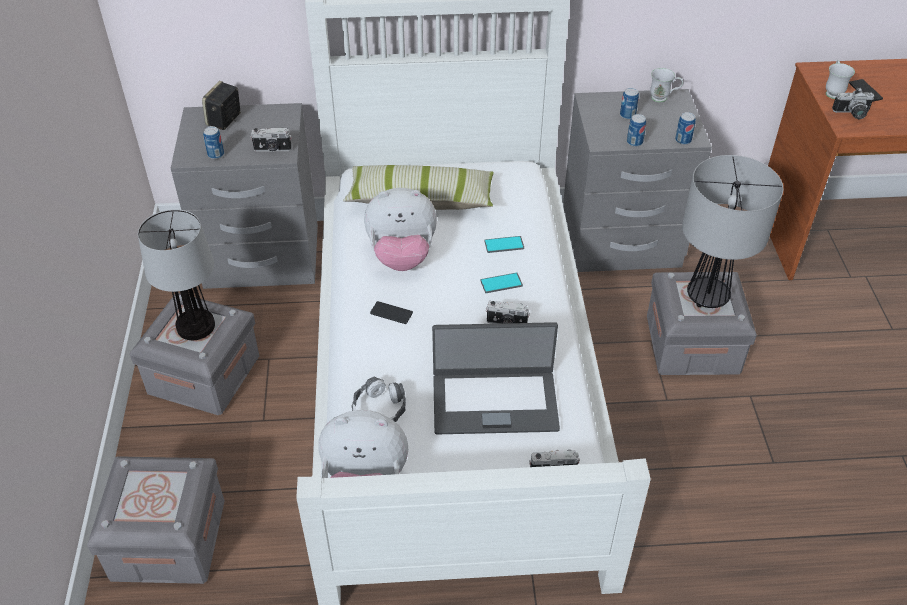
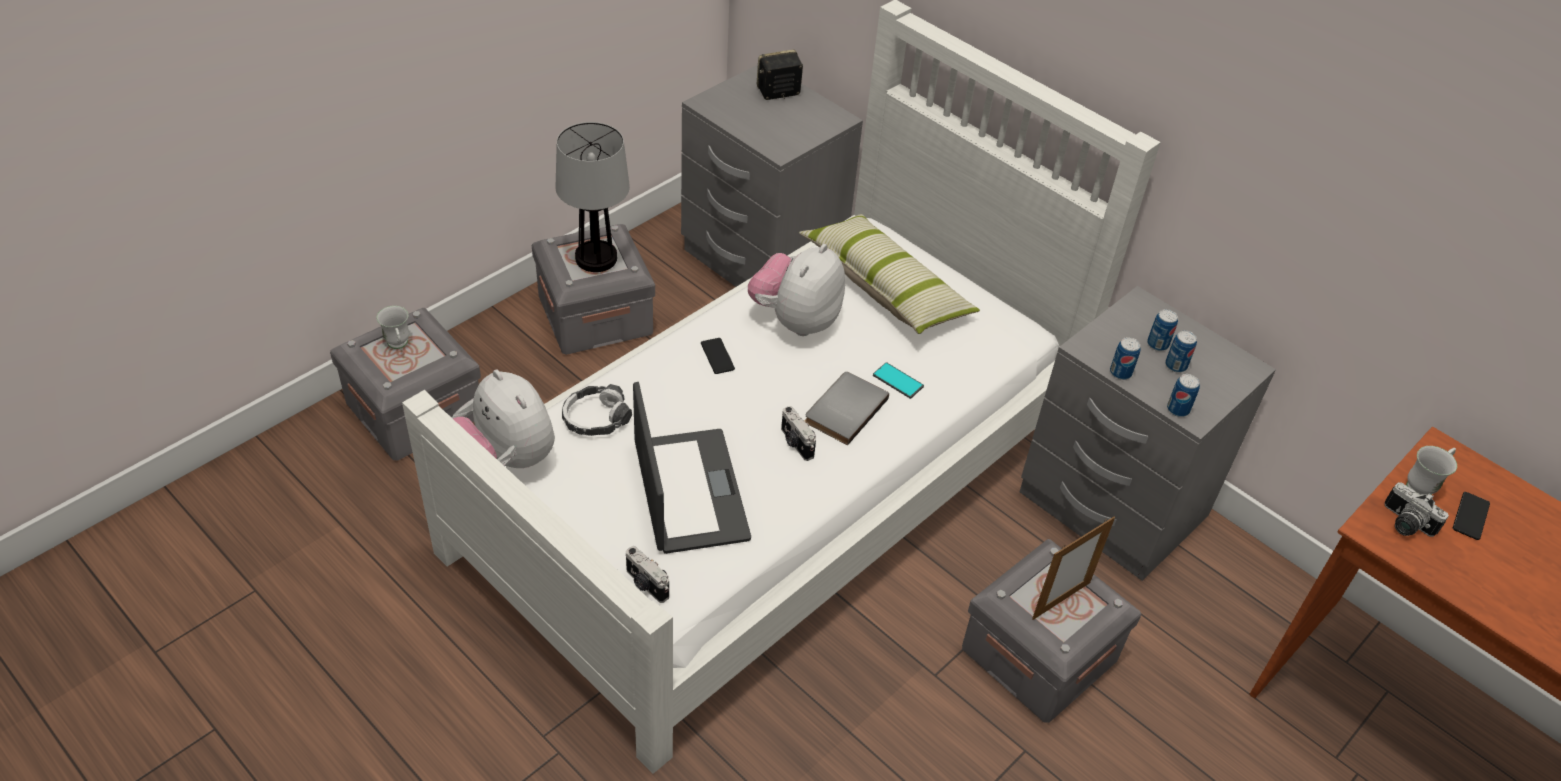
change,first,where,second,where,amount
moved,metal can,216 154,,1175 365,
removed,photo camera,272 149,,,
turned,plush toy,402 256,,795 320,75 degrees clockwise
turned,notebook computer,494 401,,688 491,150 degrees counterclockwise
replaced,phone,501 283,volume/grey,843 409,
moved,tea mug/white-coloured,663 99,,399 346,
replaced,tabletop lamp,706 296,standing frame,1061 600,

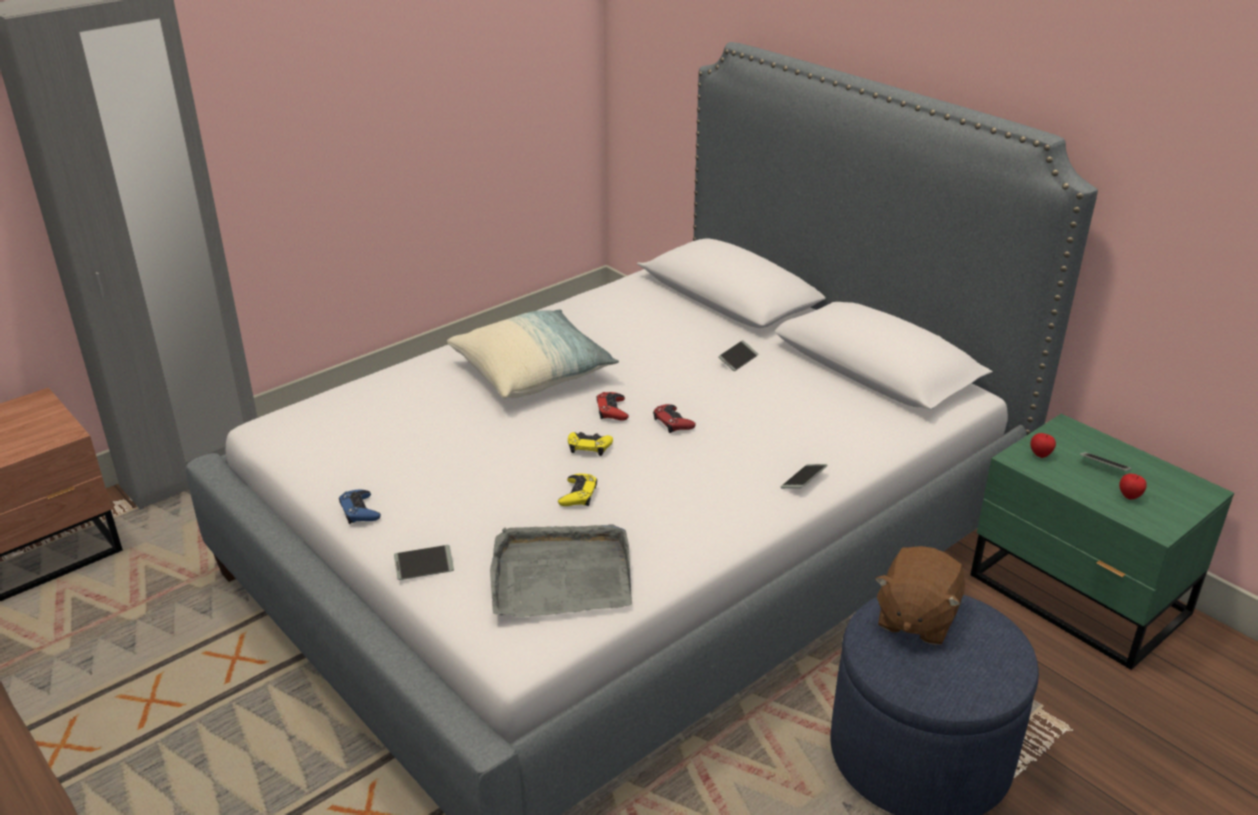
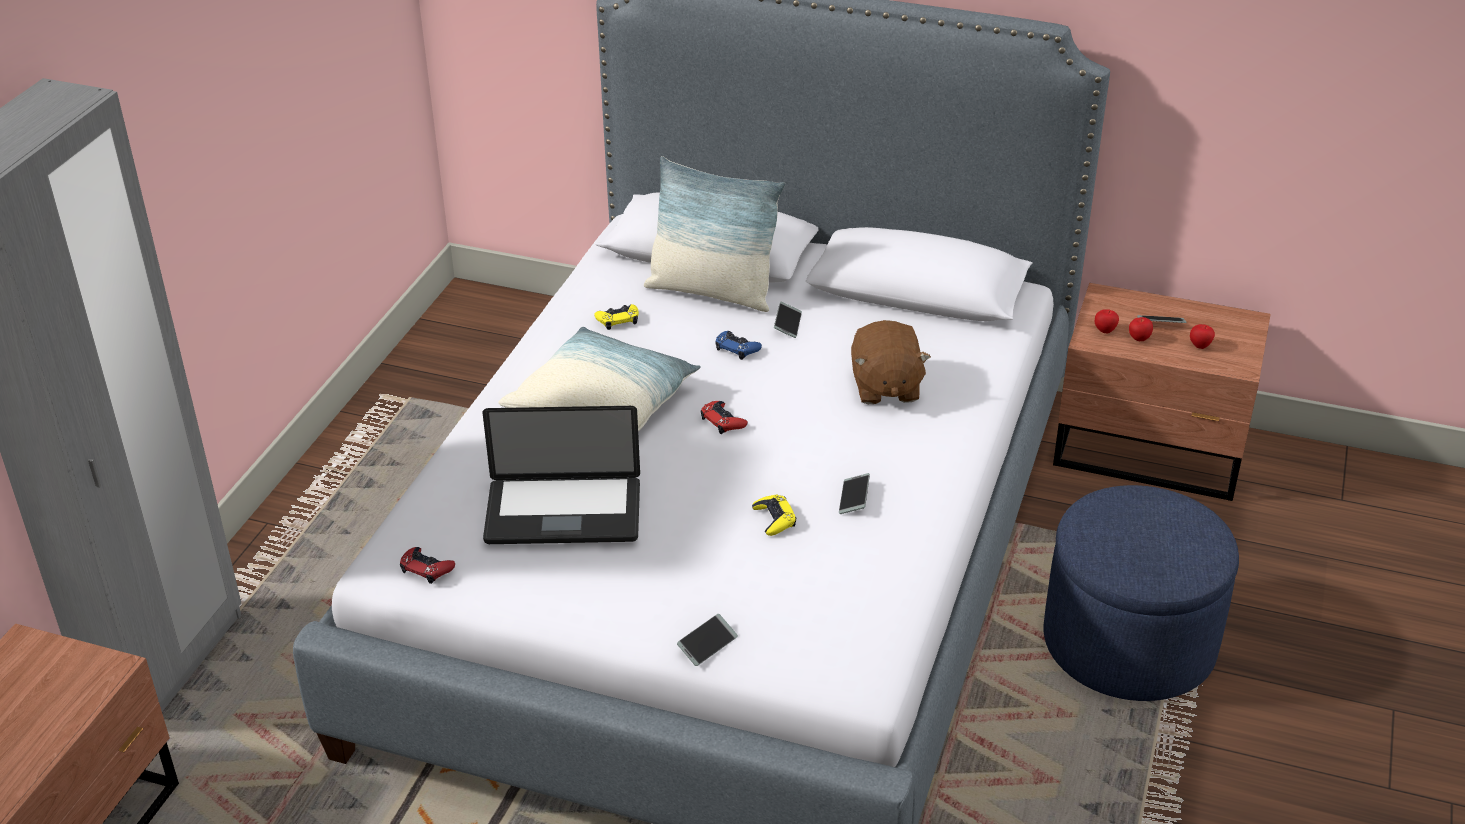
change,first,where,second,where,amount
moved,game controller/blue,359 511,,737 348,
removed,tray/grey,560 575,,,
moved,game controller/yellow-coloured,589 446,,618 320,
moved,game controller/red,673 422,,426 568,
moved,phone,803 481,,854 498,
moved,plush toy/brownish,915 618,,885 387,
recoloured,night table/green-coloured,1079 598,night table/brownish,1152 452,
added,,,notebook computer,563 513,
added,,,cushion,712 292,
added,,,apple fruit,1139 339,

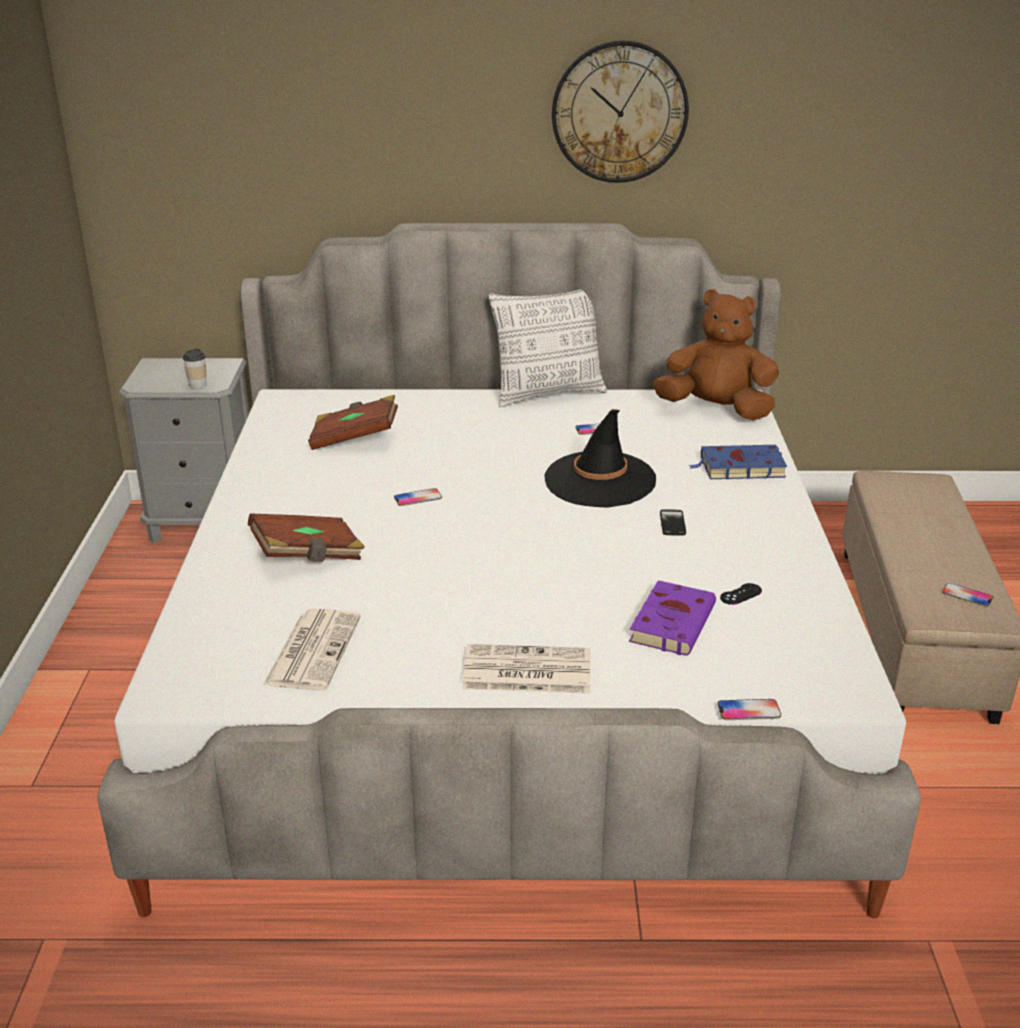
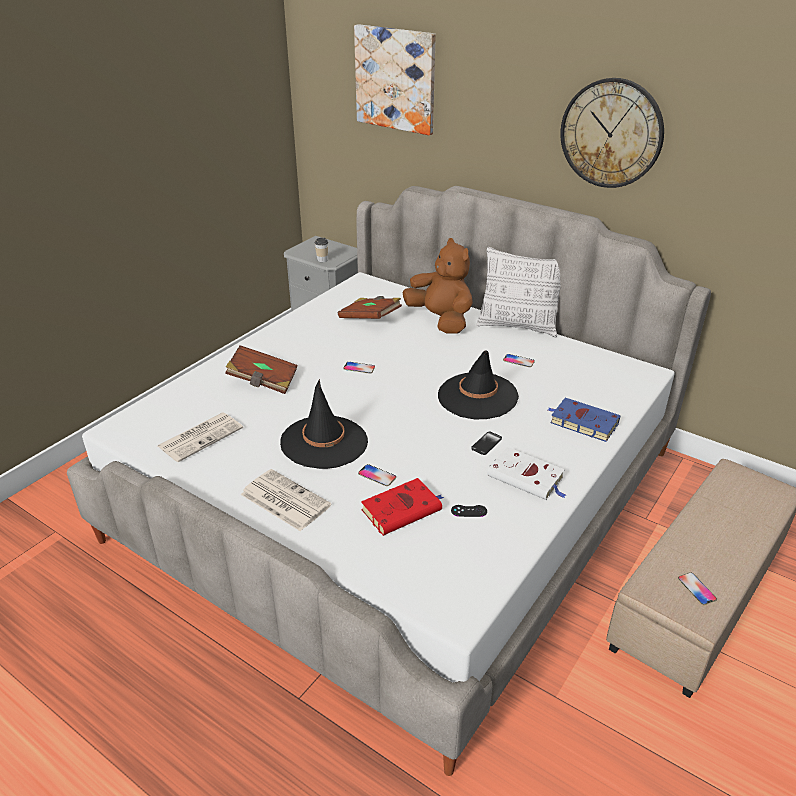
change,first,where,second,where,amount
recoloured,volume/purple-coloured,672 622,volume/red,403 509,
moved,plush toy/brownish,716 410,,441 320,
moved,phone,748 711,,377 476,
added,,,wearable hat/black-coloured,324 442,
added,,,wall art,396 79,
added,,,volume/white-coloured,527 478,

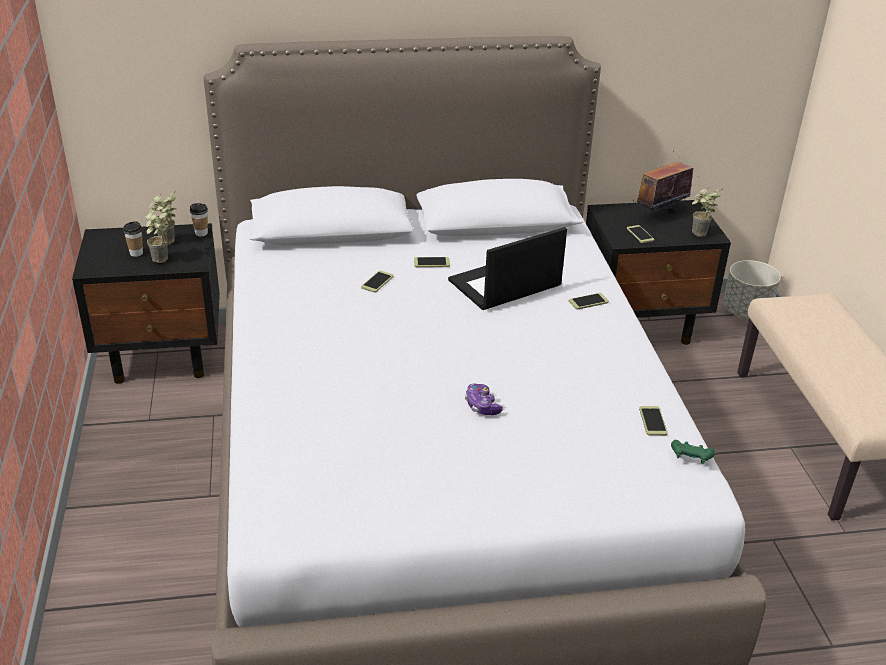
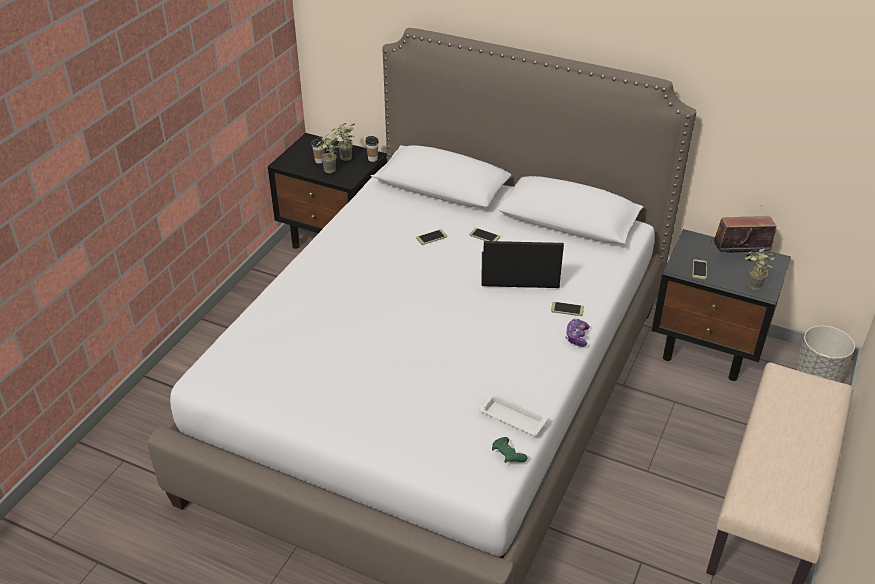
change,first,where,second,where,amount
moved,game controller,481 406,,576 337,
replaced,phone,653 421,tray/white-coloured,511 417,

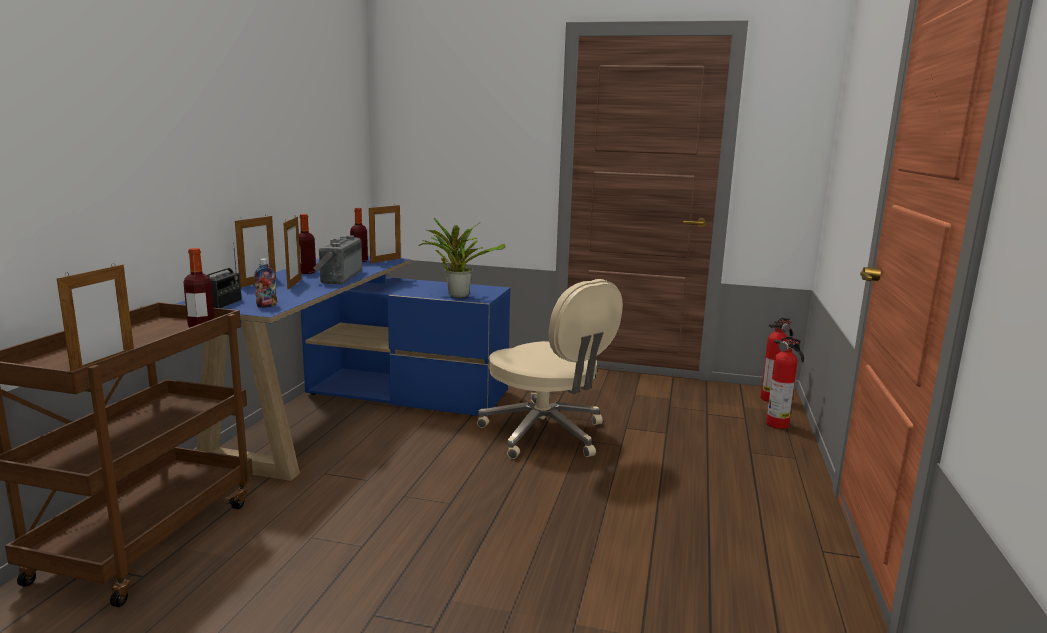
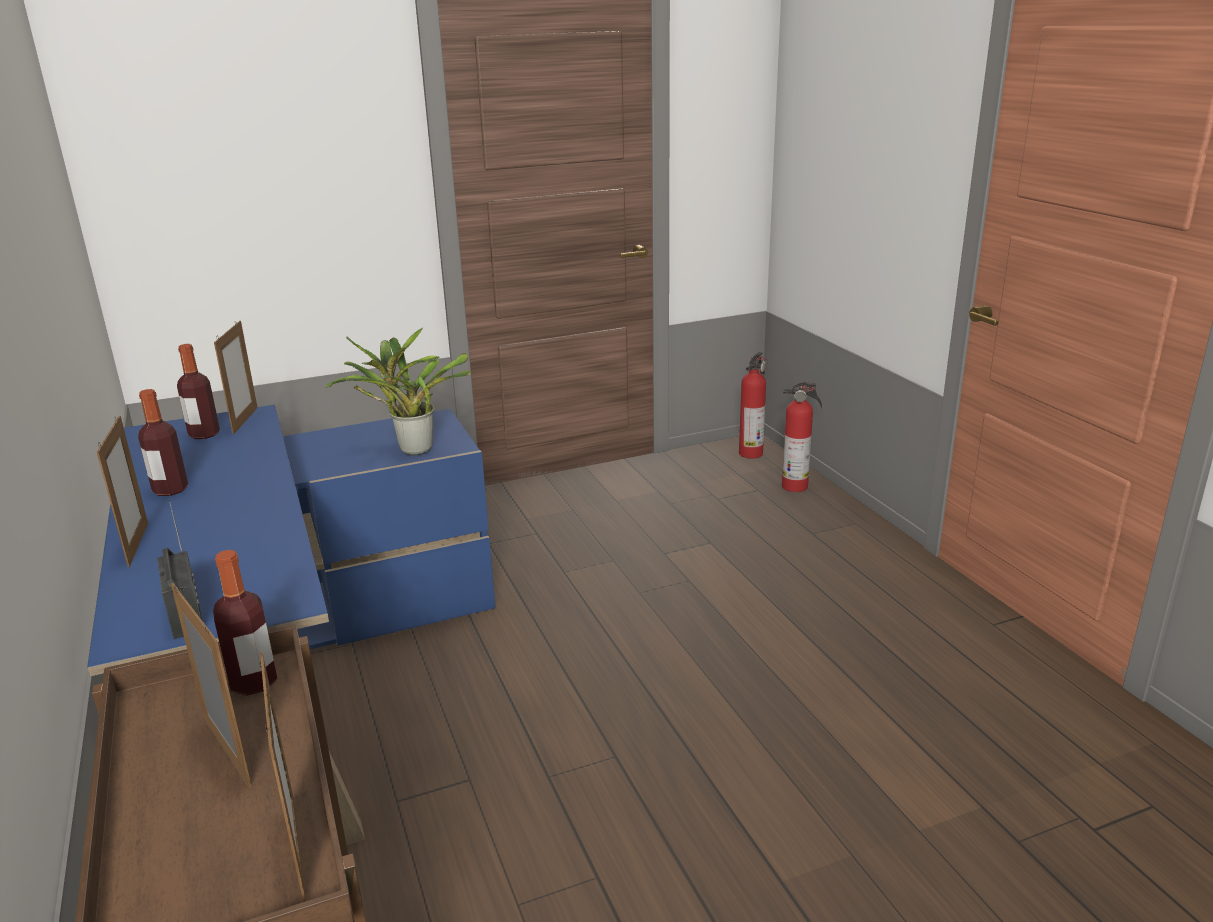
change,first,where,second,where,amount
removed,bottle,266 306,,,
moved,standing frame,294 284,,227 752,
removed,radio receiver,338 277,,,
removed,office chair/sand-coloured,545 434,,,

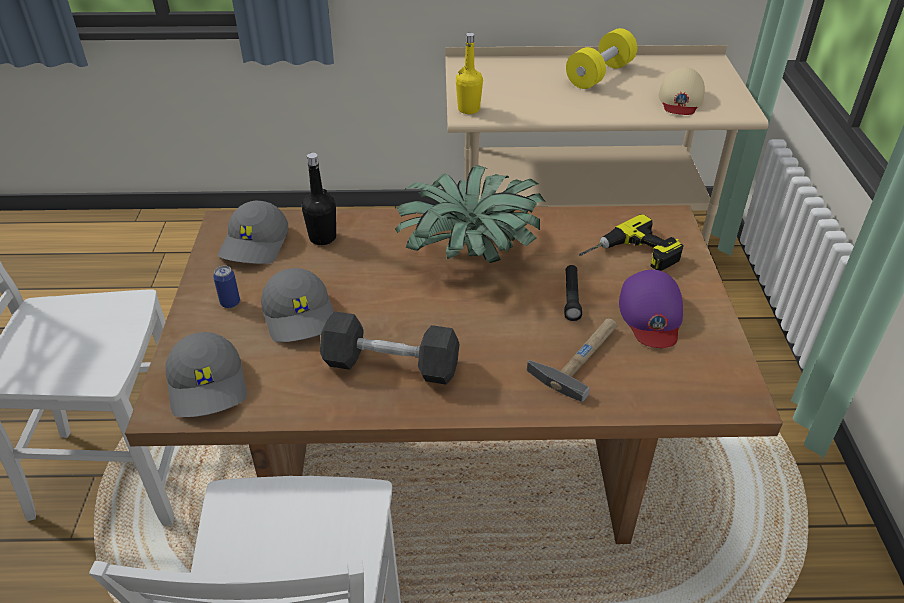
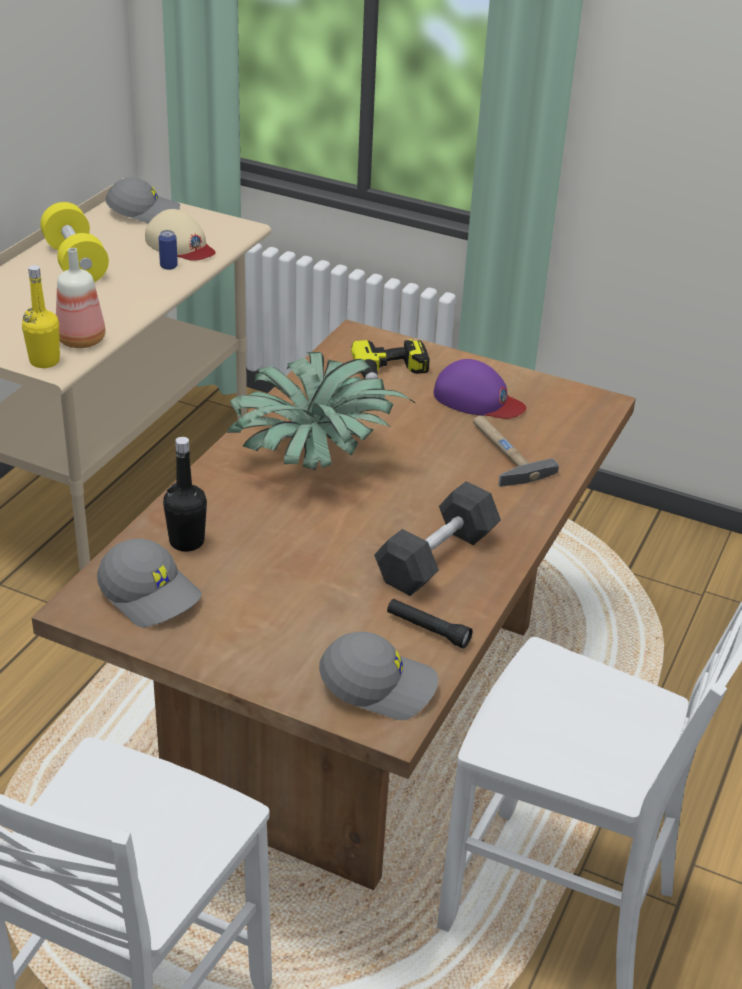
change,first,where,second,where,amount
moved,metal can,230 303,,168 266,
moved,baseball cap/grey,301 316,,144 212,
moved,torch/black-coloured,571 297,,428 630,
added,,,bottle,83 340,

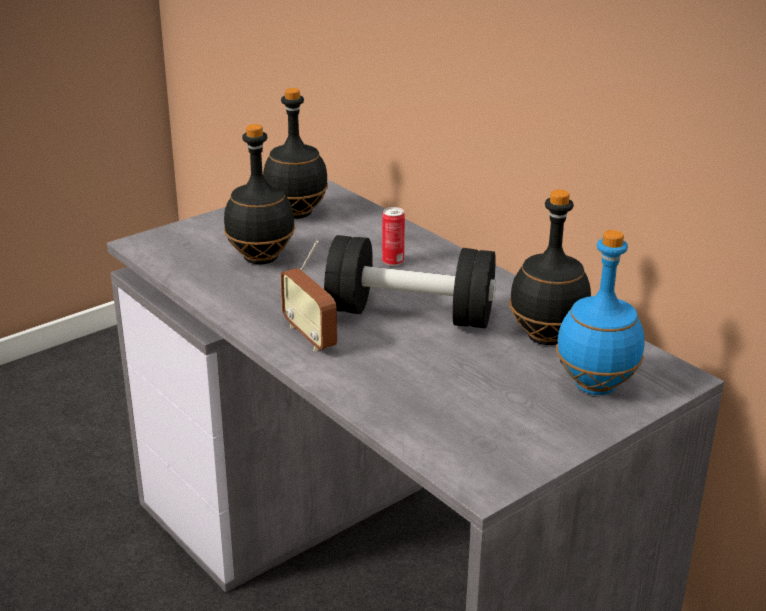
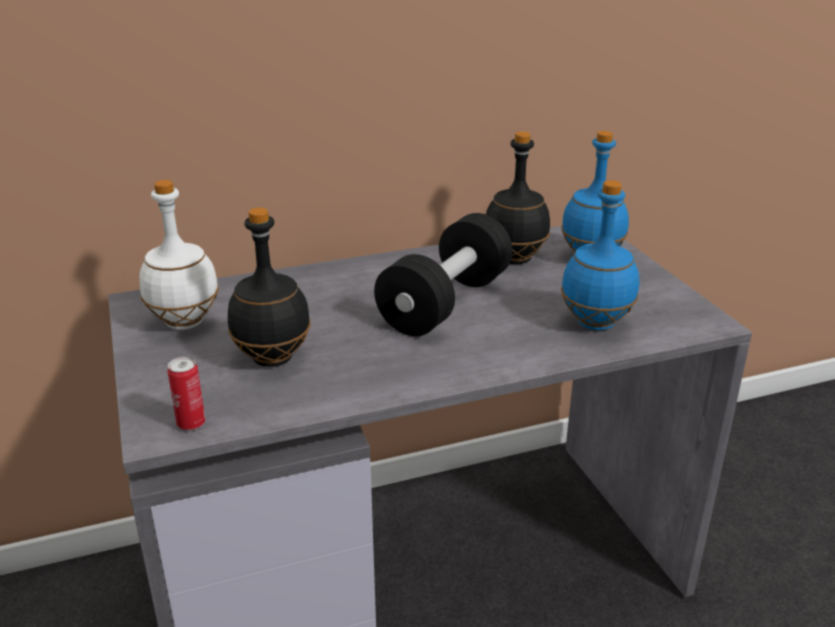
change,first,where,second,where,amount
recoloured,bottle/black-coloured,295 214,bottle/white-coloured,185 323,
removed,radio receiver,310 336,,,
moved,metal can,393 262,,191 424,
added,,,bottle/blue,596 324,

